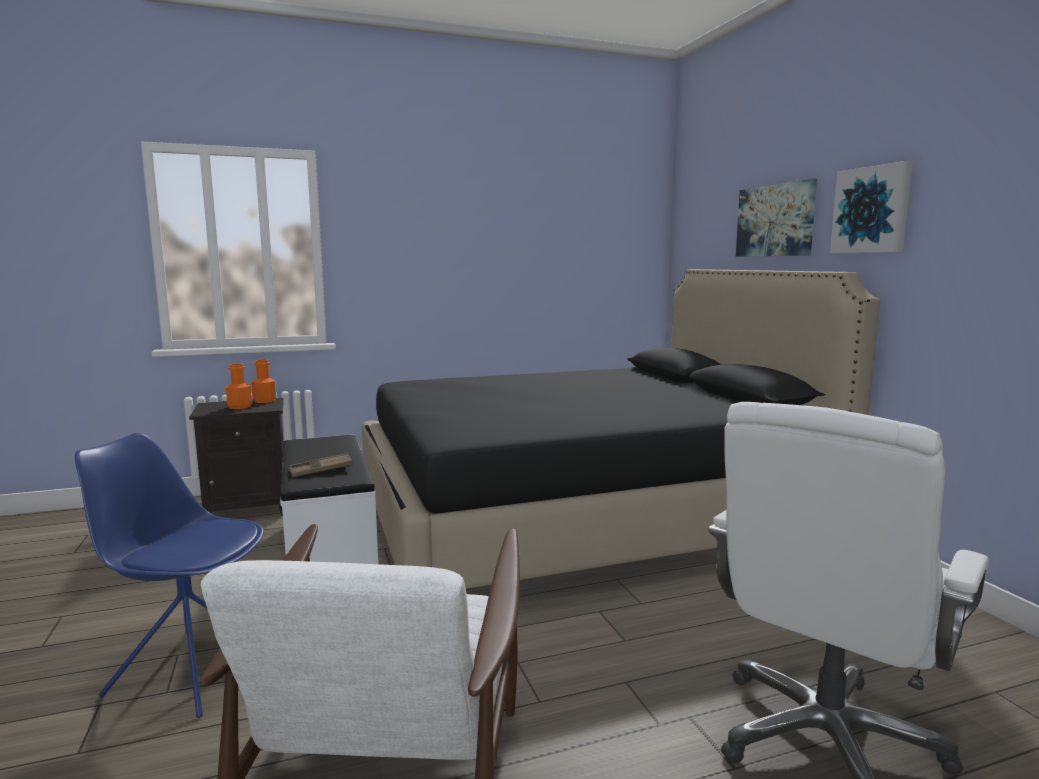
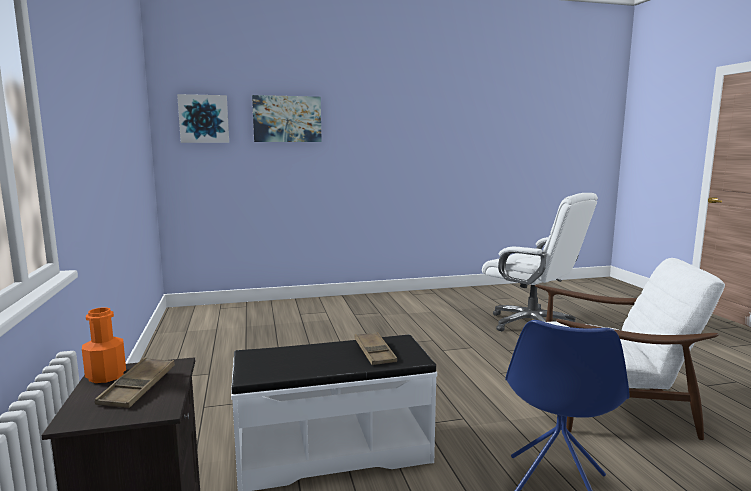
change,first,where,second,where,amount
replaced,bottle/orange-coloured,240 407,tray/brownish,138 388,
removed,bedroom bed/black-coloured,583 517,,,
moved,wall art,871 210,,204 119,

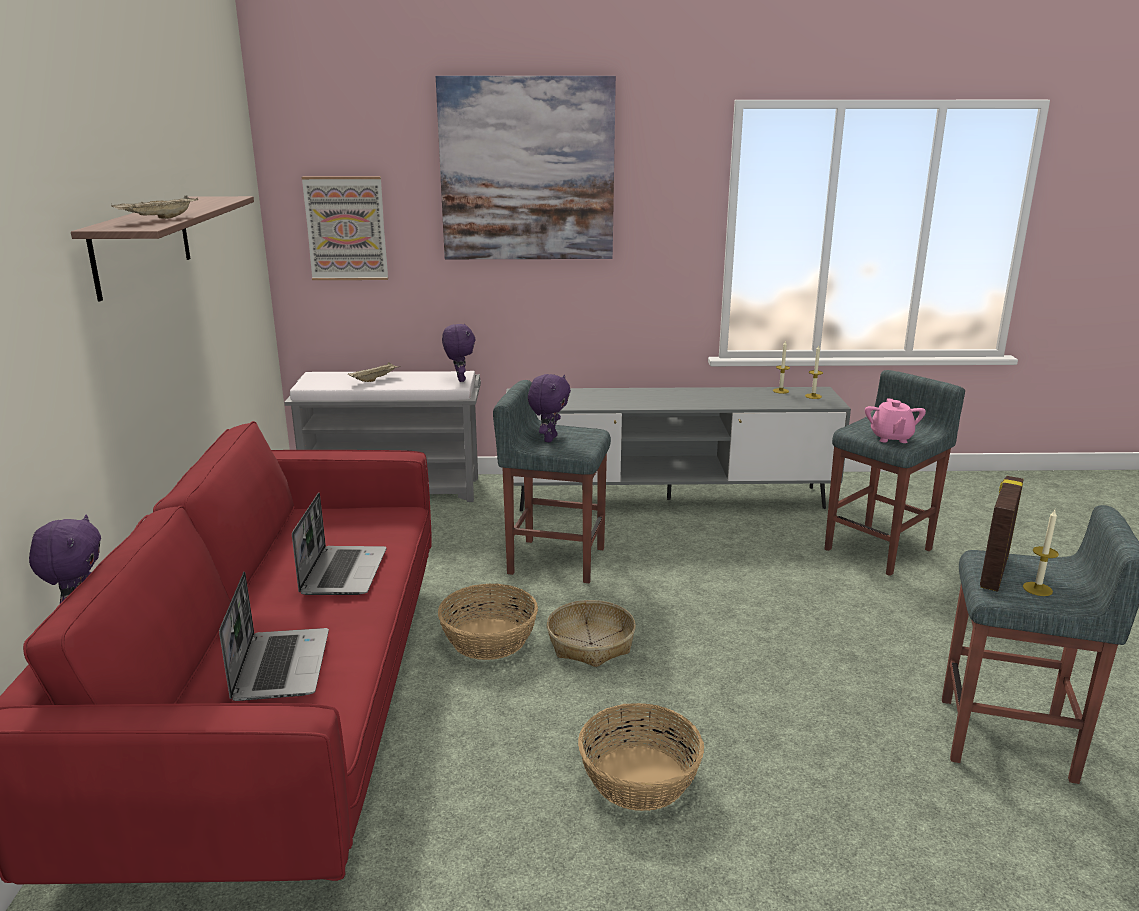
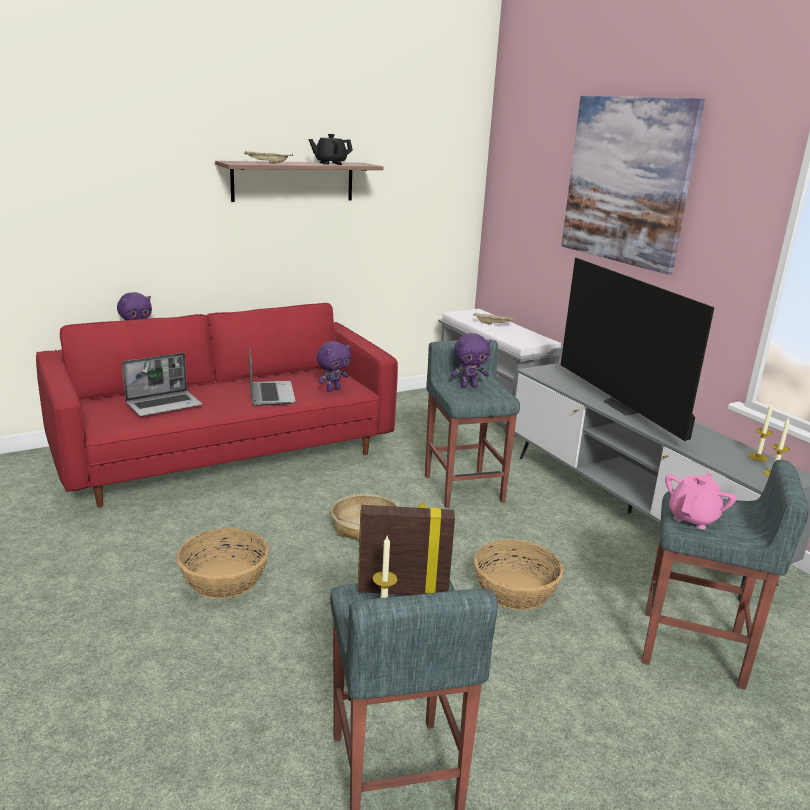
change,first,where,second,where,amount
turned,notebook computer,343 572,,270 394,75 degrees counterclockwise
removed,wall art,346 228,,,
moved,storage basket,489 638,,515 590,
moved,plush toy/purple-coloured,459 379,,333 389,
turned,teapot/pinkish,891 438,,693 518,150 degrees clockwise
added,,,teapot/black-coloured,330 163,
added,,,television,625 407,

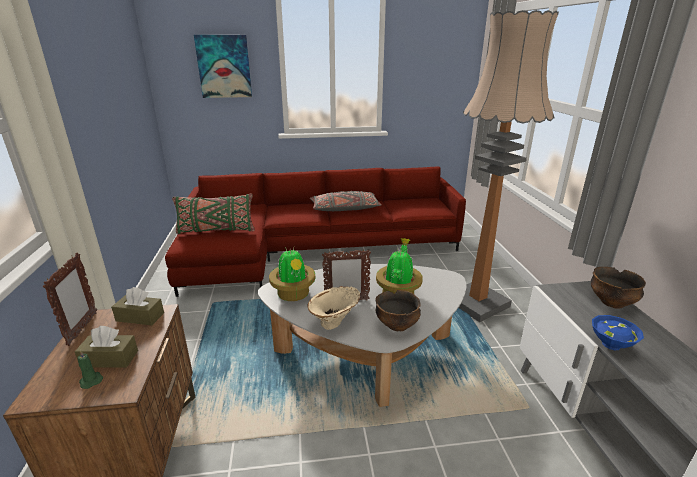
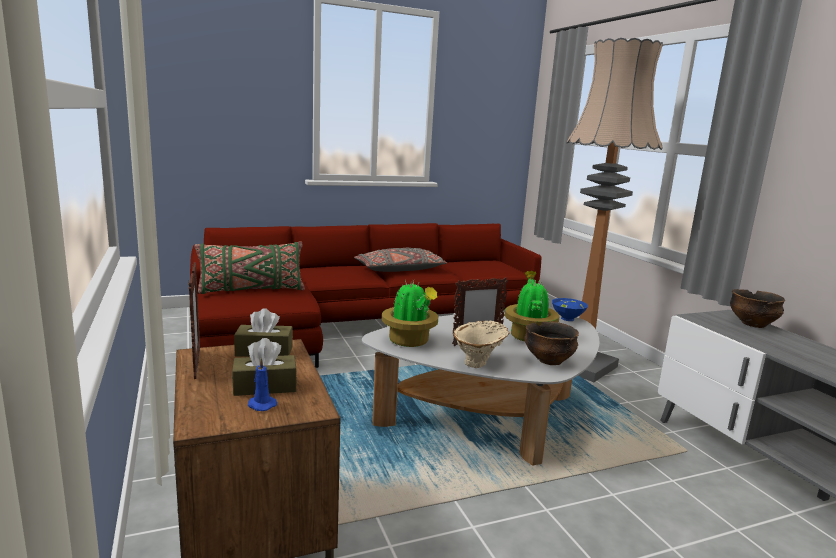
change,first,where,second,where,amount
recoloured,wax candle/green-coloured,91 380,wax candle/blue,261 405,
removed,wall art,224 66,,,
moved,serving bowl/blue,610 344,,566 318,

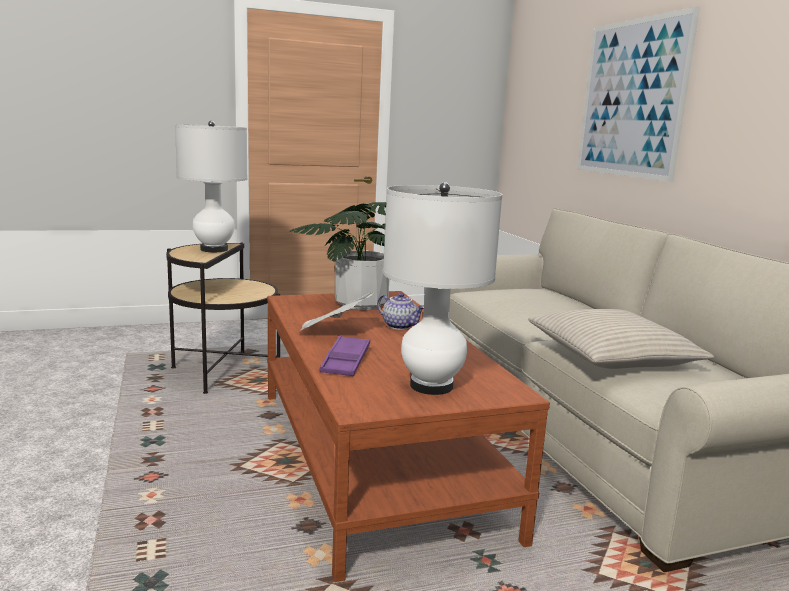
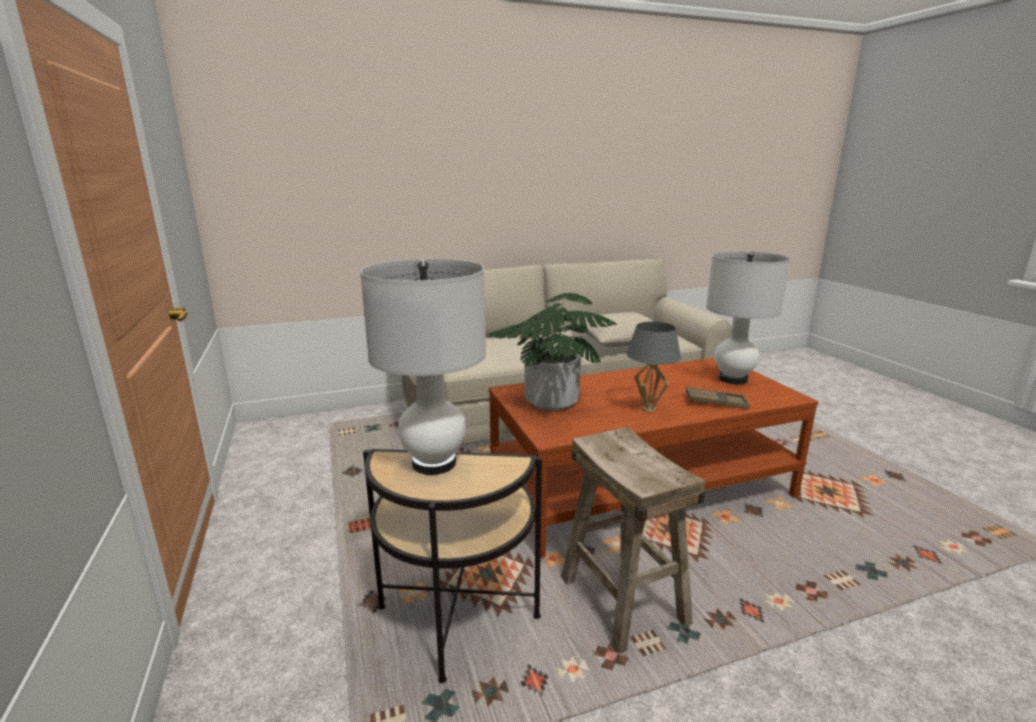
change,first,where,second,where,amount
replaced,printed paper,333 331,tabletop lamp/grey,648 409,
recoloured,tray/purple-coloured,346 361,tray/brownish,716 402,
removed,teapot,400 326,,,
removed,wall art,631 99,,,
added,,,sitting stool/sand-coloured,622 600,

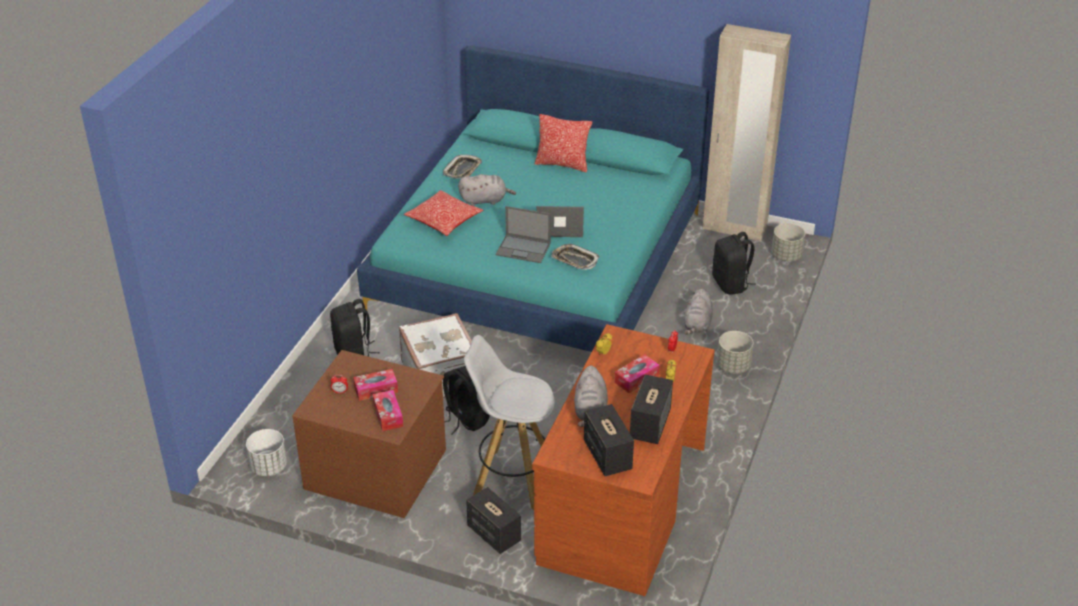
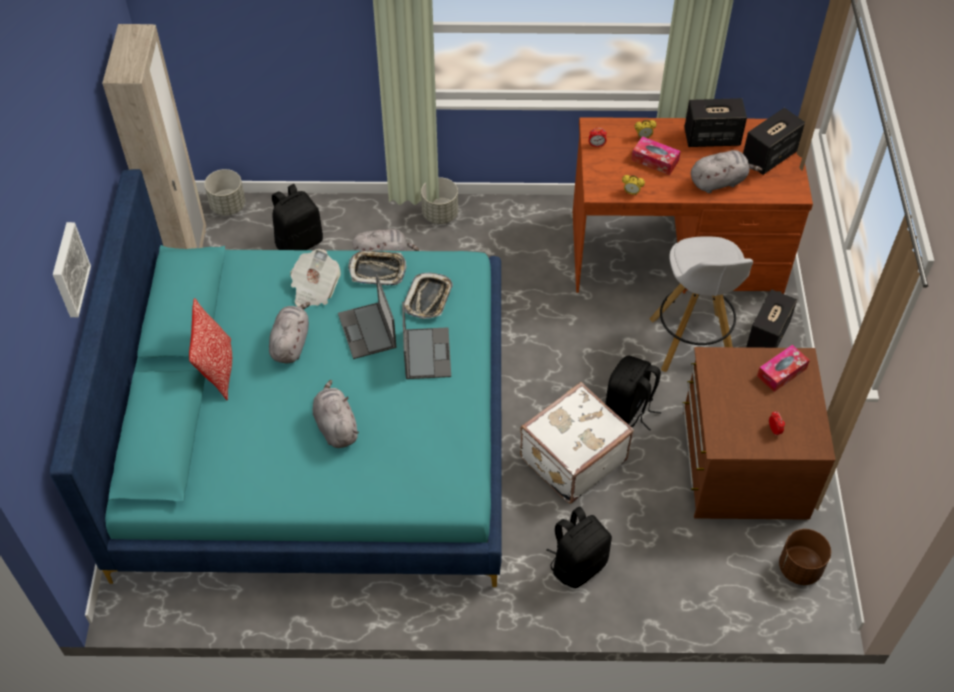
change,first,where,second,where,amount
recoloured,plant pot/white-coloured,269 467,plant pot/brownish,799 567,
removed,tissue box,376 389,,,
removed,cushion,444 221,,,
moved,tray,463 170,,377 270,
added,,,wall art,68 270,
added,,,plush toy/grey,291 343,
added,,,printed paper,314 288,

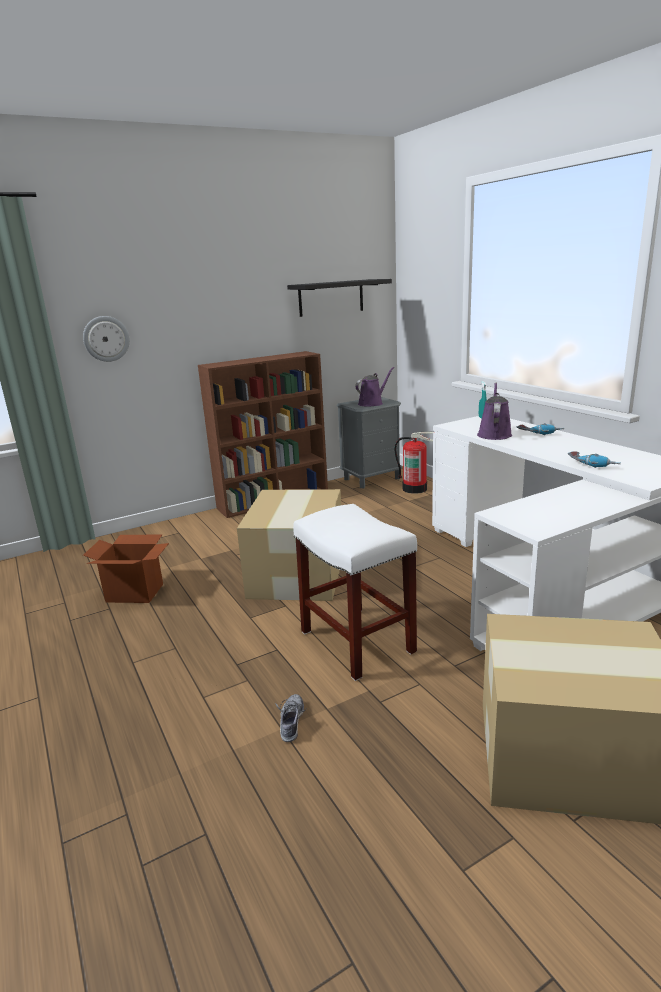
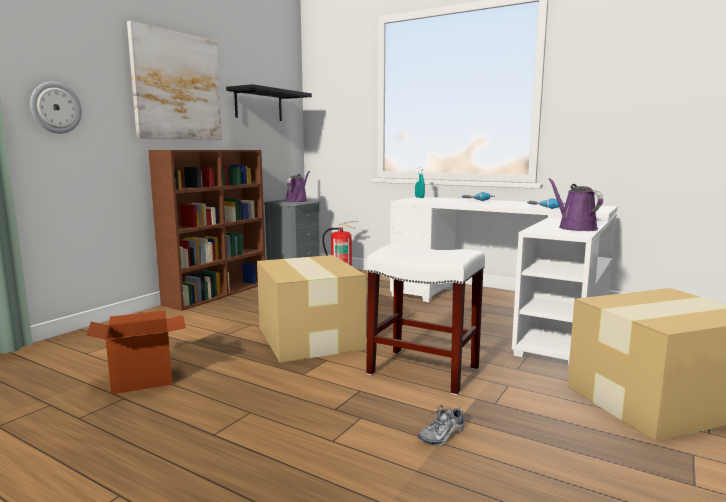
change,first,where,second,where,amount
turned,shoe,291 722,,442 435,105 degrees counterclockwise
moved,watering can/purple-coloured,494 434,,574 228,
added,,,wall art,177 86,

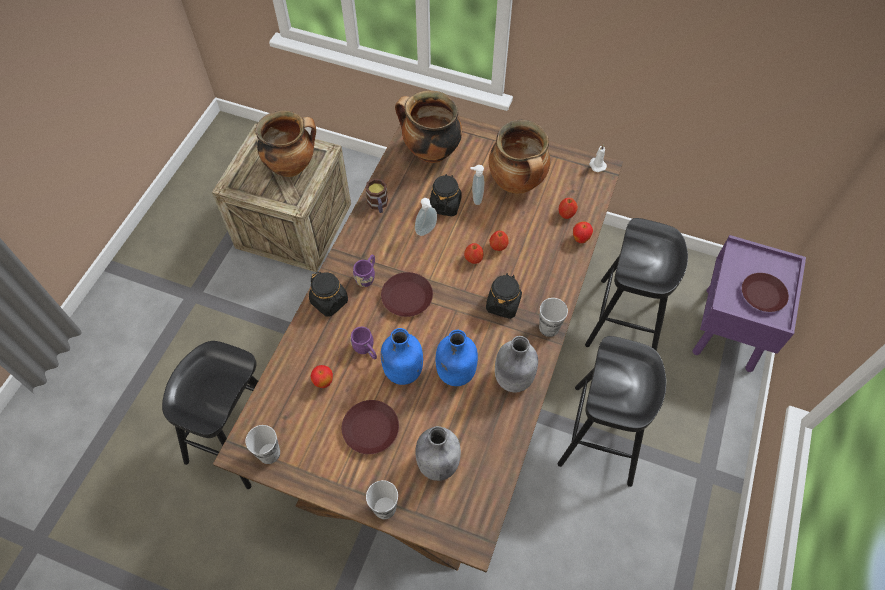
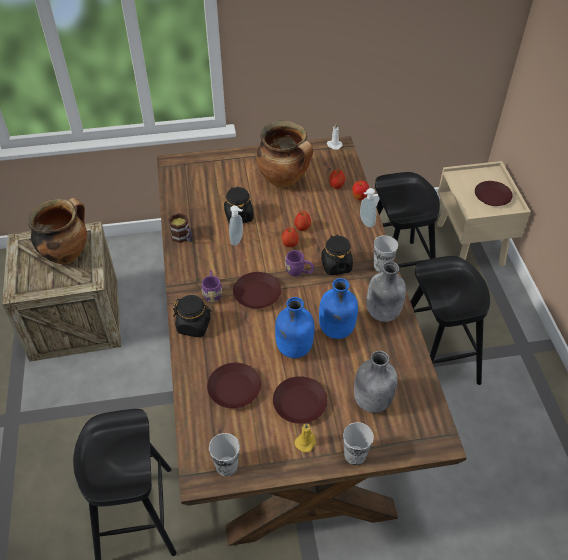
change,first,where,second,where,amount
replaced,apple fruit,323 382,plate/brownish,234 388,
moved,tea mug/purple-coloured,366 350,,299 272,
removed,saucepot,430 152,,,
moved,soap dispenser,476 198,,365 223,
recoloured,night table/purple-coloured,728 330,night table/sand-coloured,470 245,
added,,,wax candle/yellow-coloured,306 442,

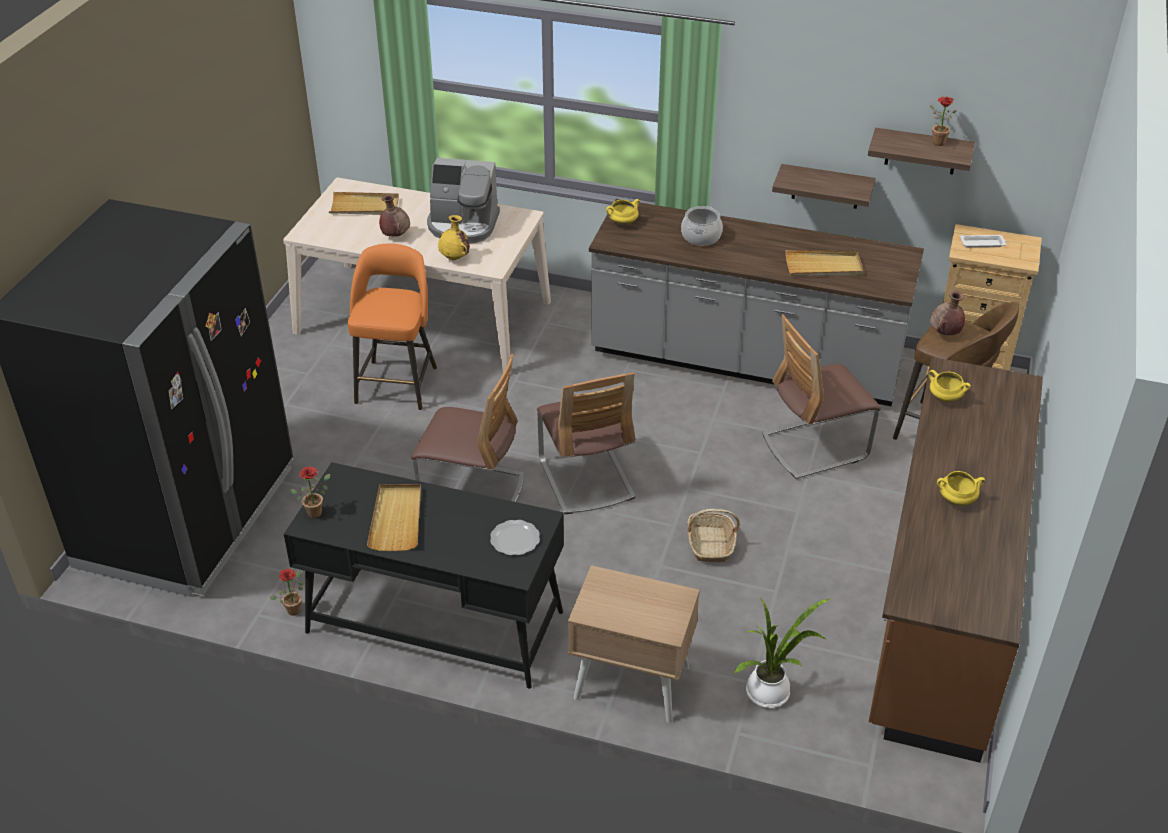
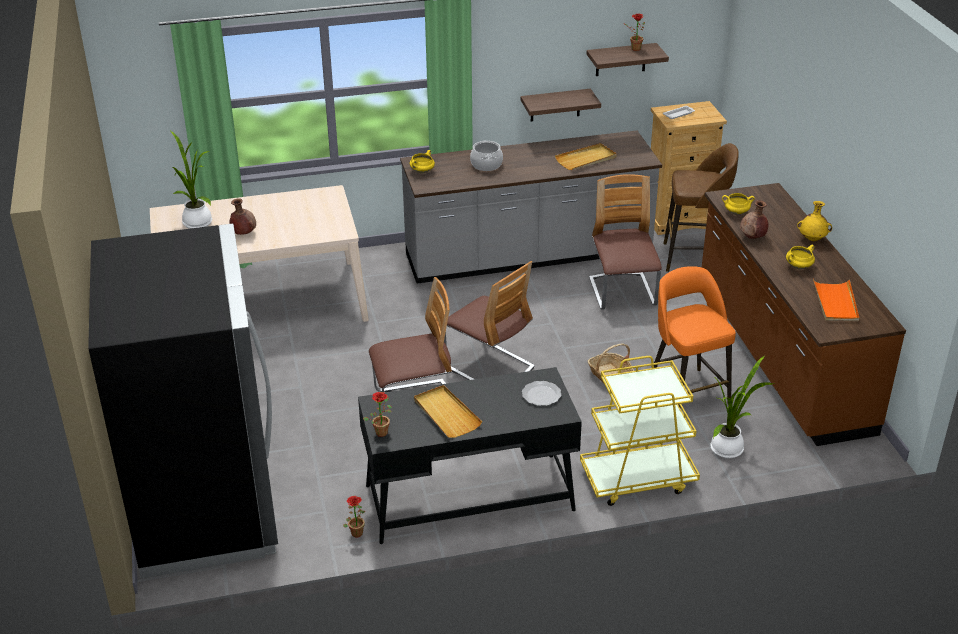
change,first,where,second,where,amount
replaced,tray/sand-coloured,364 207,potted plant,196 221,
moved,sitting stool/orange-coloured,397 383,,687 391,
removed,coffee machine,463 225,,,
moved,flower vase/yellow-coloured,455 258,,812 239,
replaced,night table/sand-coloured,631 682,wheeled cart/yellow-coloured,637 479,
turned,upright chair,815 446,,622 293,135 degrees clockwise
moved,flower vase/brownish,944 333,,752 237,
added,,,tray/orange-coloured,835 302,

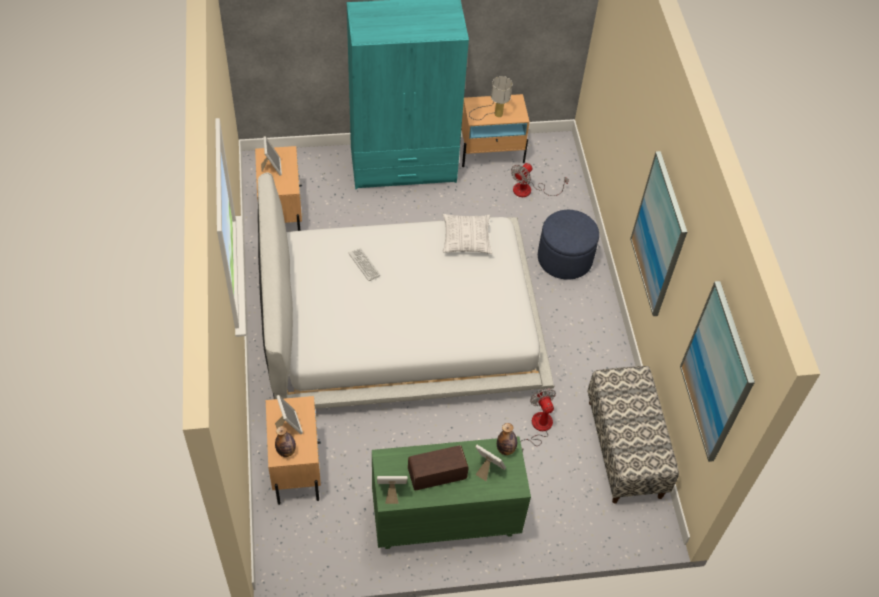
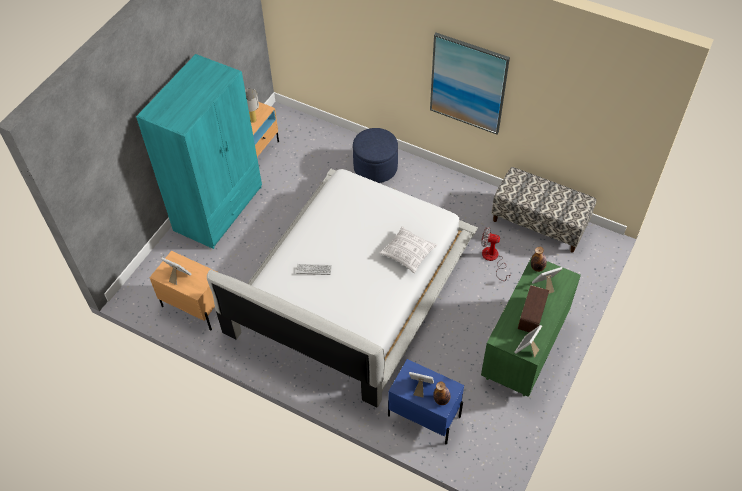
change,first,where,second,where,amount
recoloured,night table/sand-coloured,296 466,night table/blue,423 416,
moved,cushion,466 239,,408 253,
removed,cooling fan,529 190,,,
removed,wall art,717 373,,,

